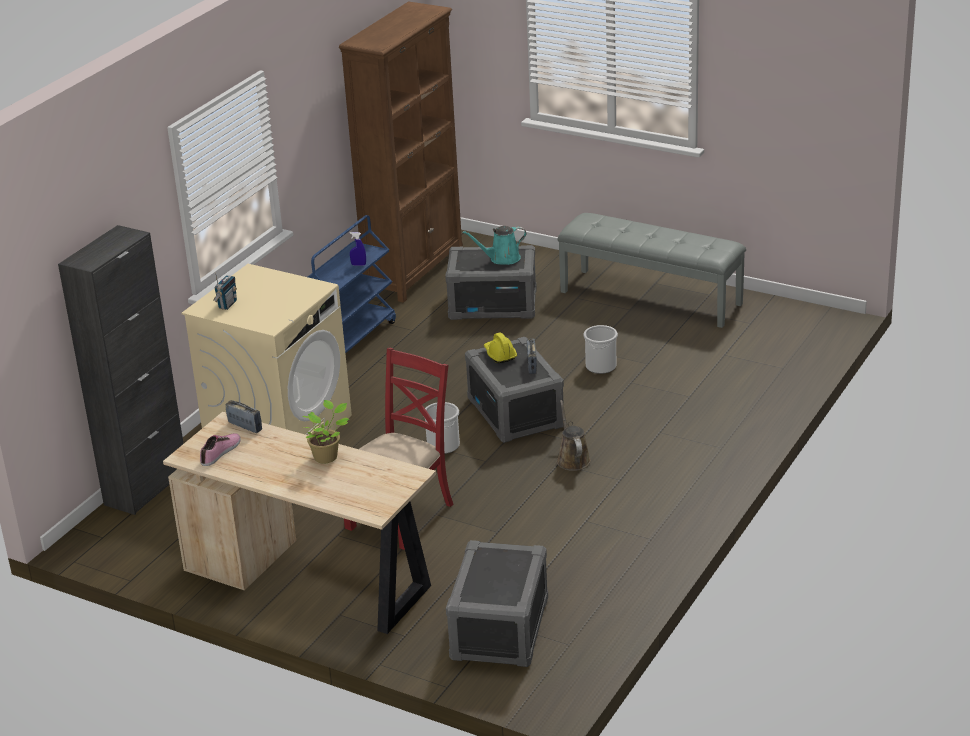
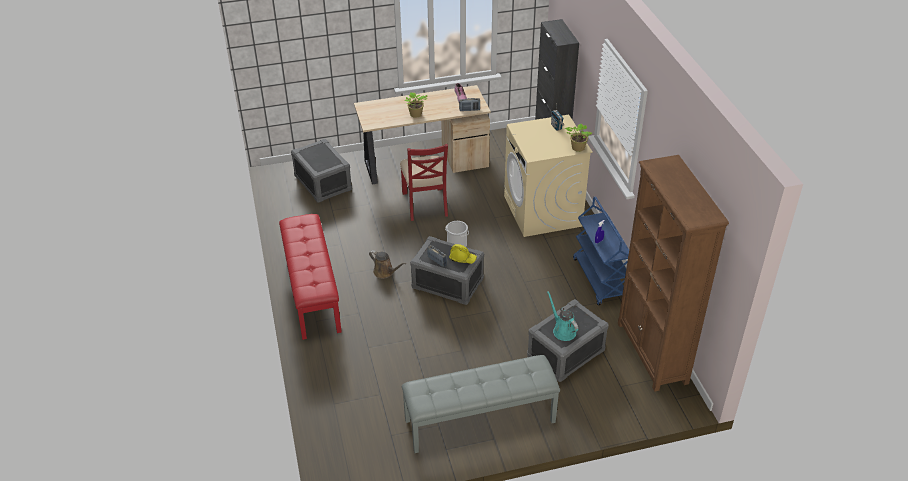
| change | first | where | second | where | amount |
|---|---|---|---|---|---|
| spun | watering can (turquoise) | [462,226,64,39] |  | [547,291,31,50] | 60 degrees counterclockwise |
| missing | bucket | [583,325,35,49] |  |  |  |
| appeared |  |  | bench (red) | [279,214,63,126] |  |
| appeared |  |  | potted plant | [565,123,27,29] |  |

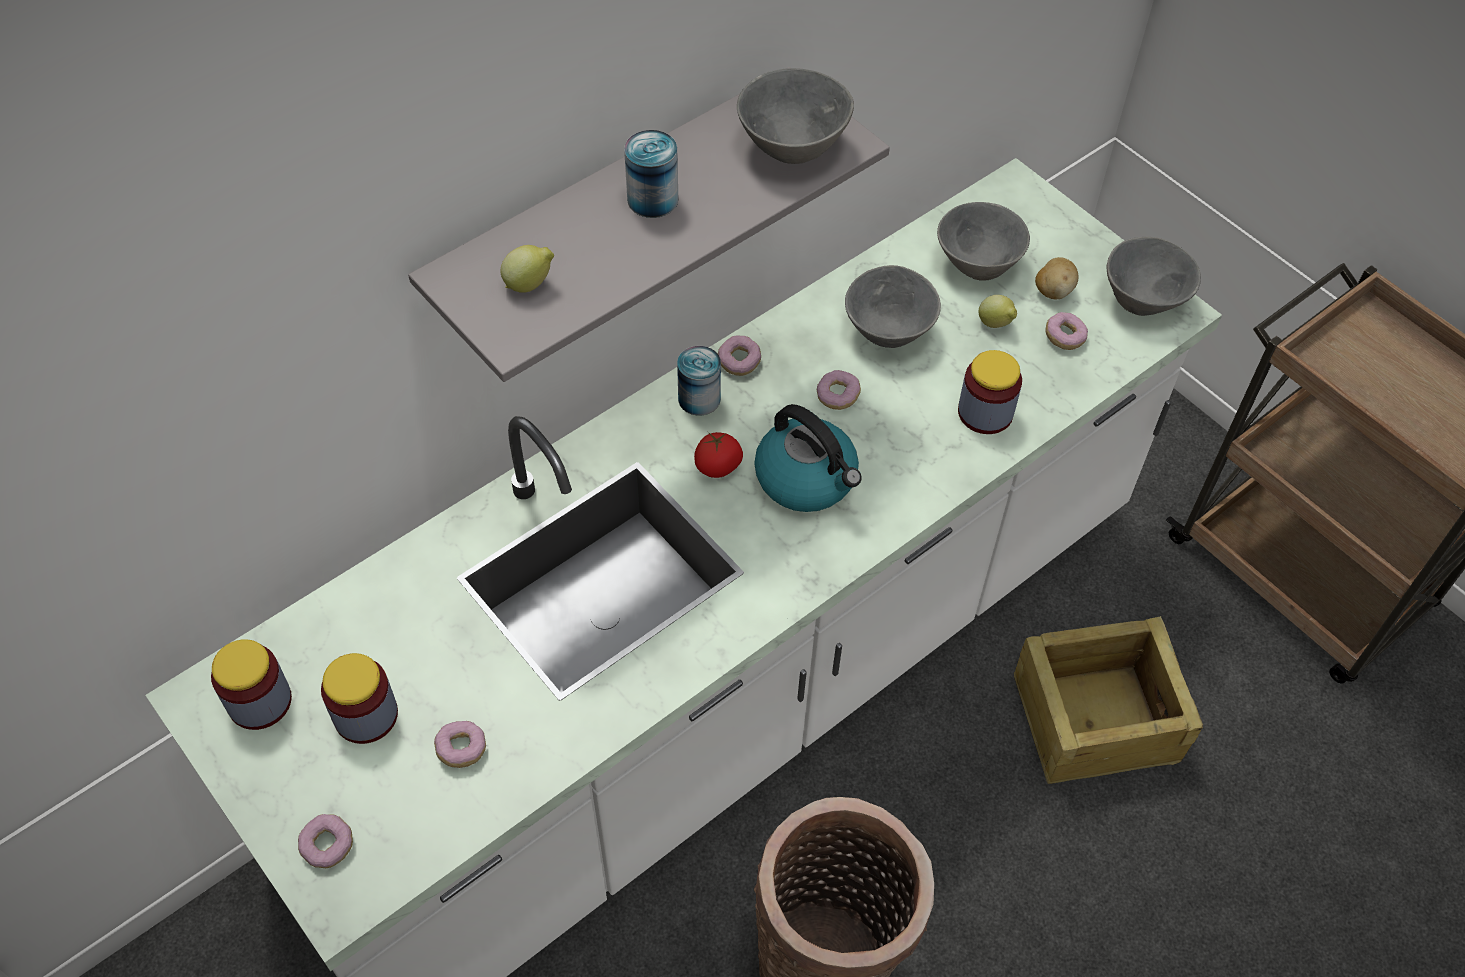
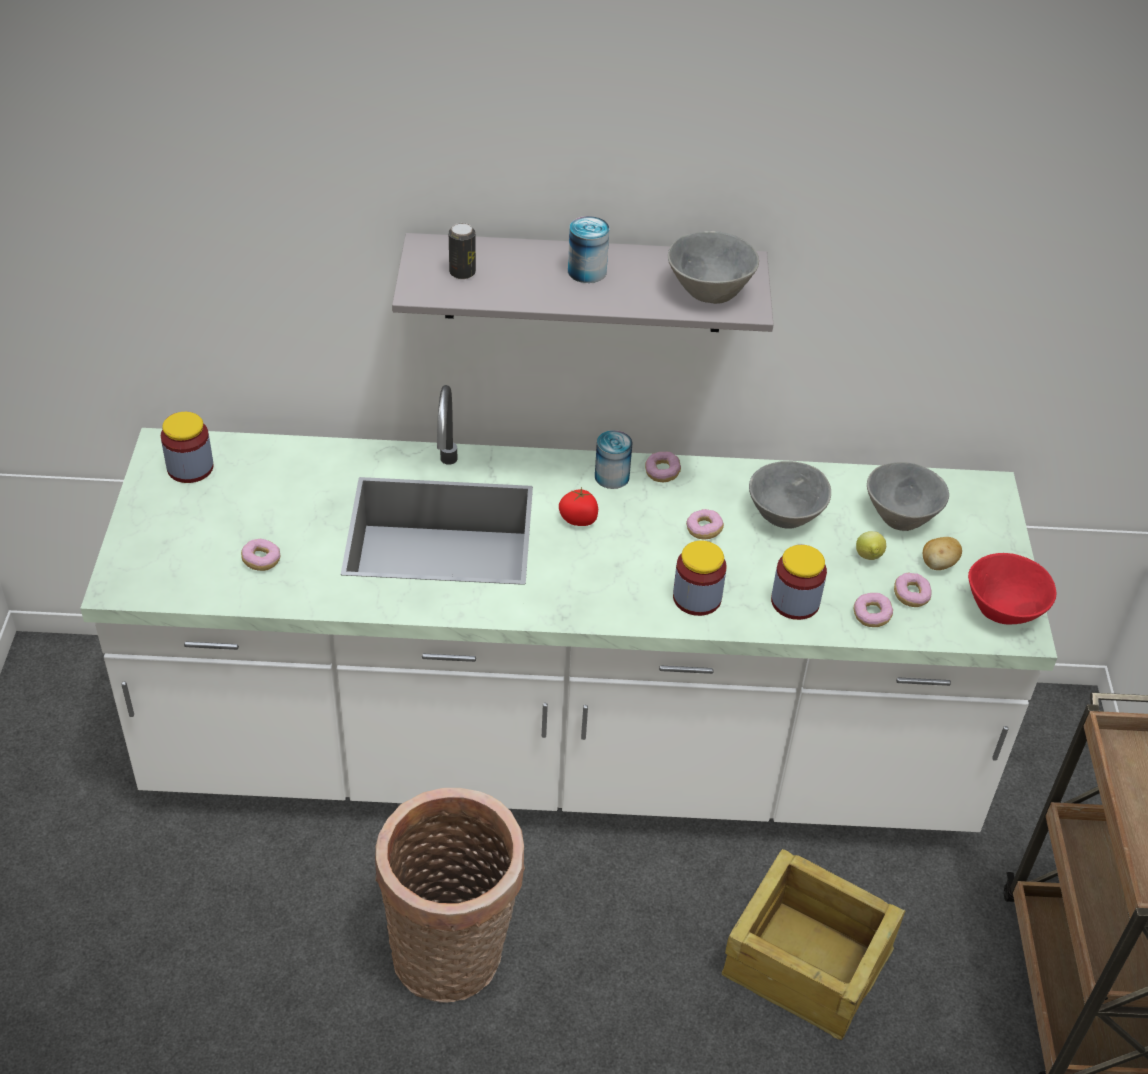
| change | first | where | second | where | amount |
|---|---|---|---|---|---|
| relocated | donut | [298,814,55,54] |  | [853,593,40,34] |  |
| relocated | jar | [321,653,77,91] |  | [673,540,54,76] |  |
| exchanged | lemon | [501,245,53,48] | can | [449,223,27,56] |  |
| missing | kettle | [754,404,108,108] |  |  |  |
| colour | bowl (grey) | [1106,237,95,79] | bowl (red) | [968,553,88,71] |  |

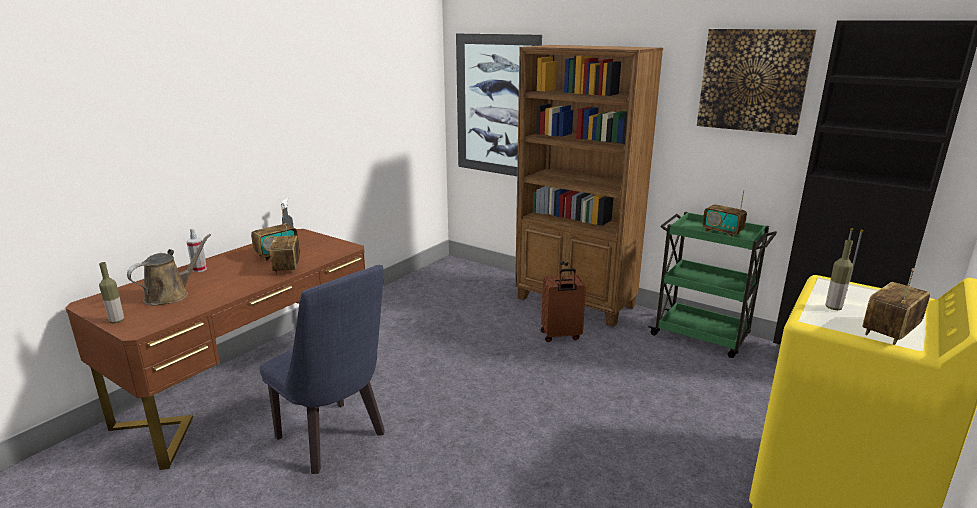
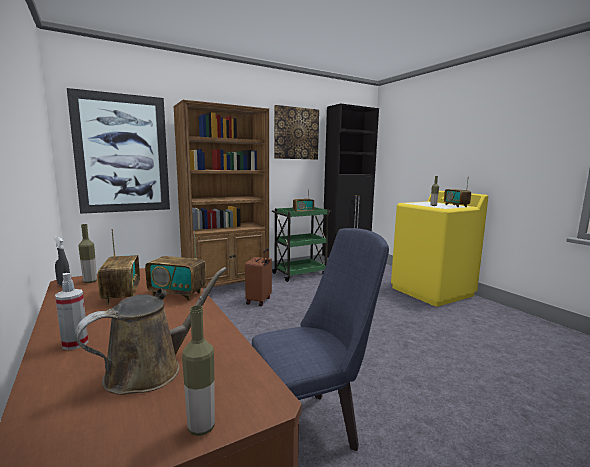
| change | first | where | second | where | amount |
|---|---|---|---|---|---|
| spun | watering can (brown) | [127,234,84,72] |  | [75,267,152,128] | 75 degrees clockwise |
| appeared |  |  | bottle | [78,224,19,59] |  |

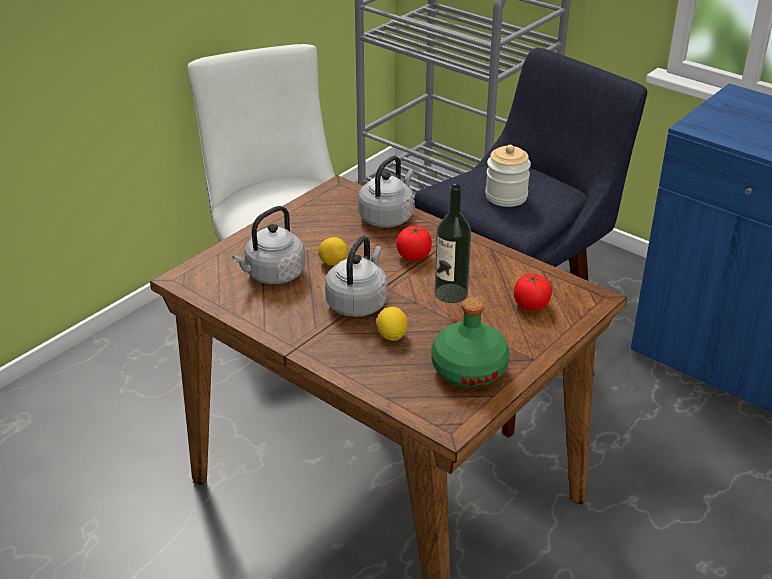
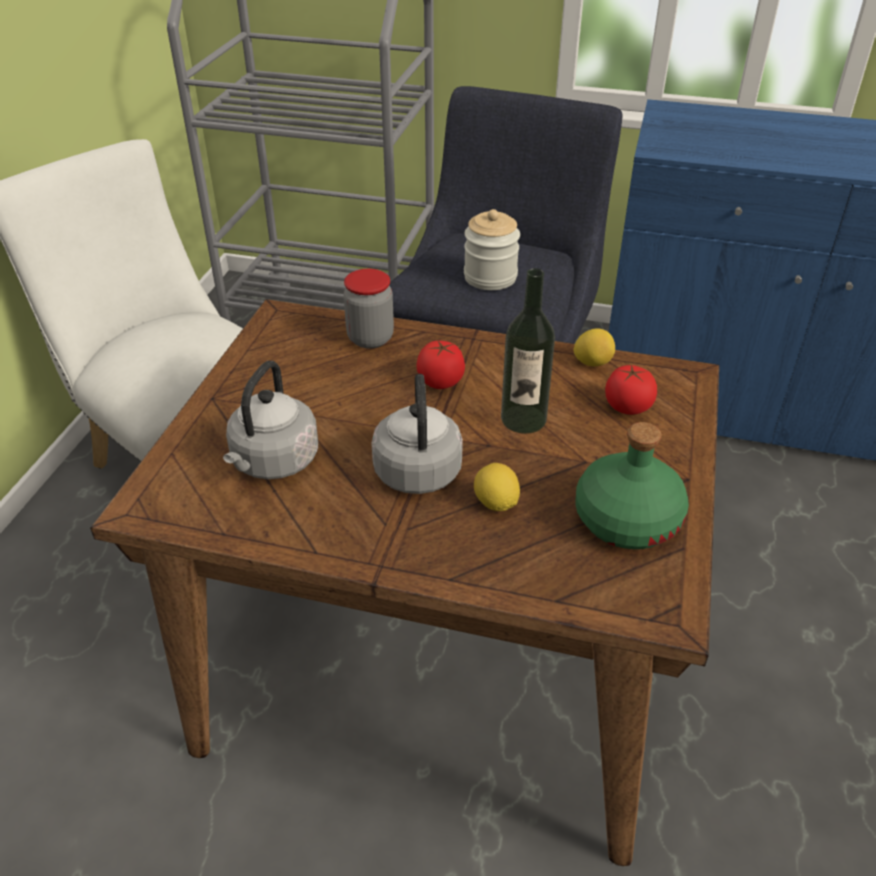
| change | first | where | second | where | amount |
|---|---|---|---|---|---|
| relocated | lemon | [318,237,30,29] |  | [573,328,42,38] |  |
| exchanged | kettle (grey) | [358,156,56,72] | jar | [343,269,51,80] |  |

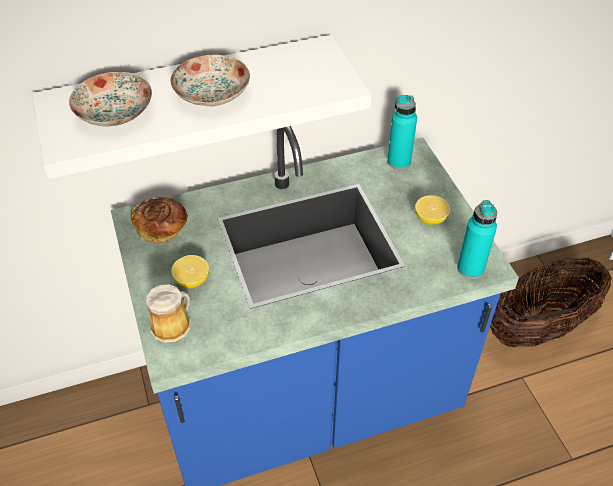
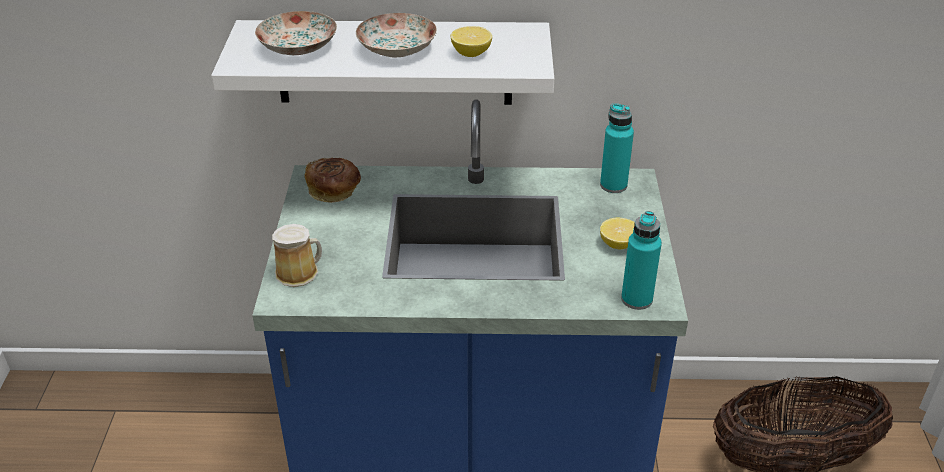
| change | first | where | second | where | amount |
|---|---|---|---|---|---|
| relocated | lemon | [171,255,38,33] |  | [451,26,41,31] |  |

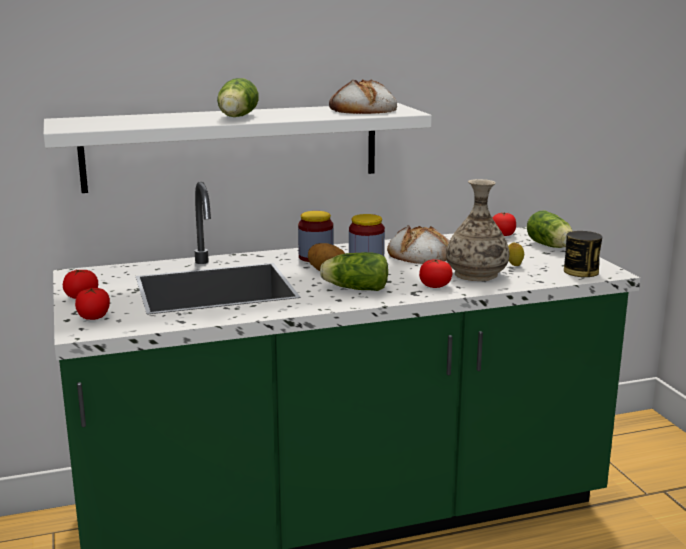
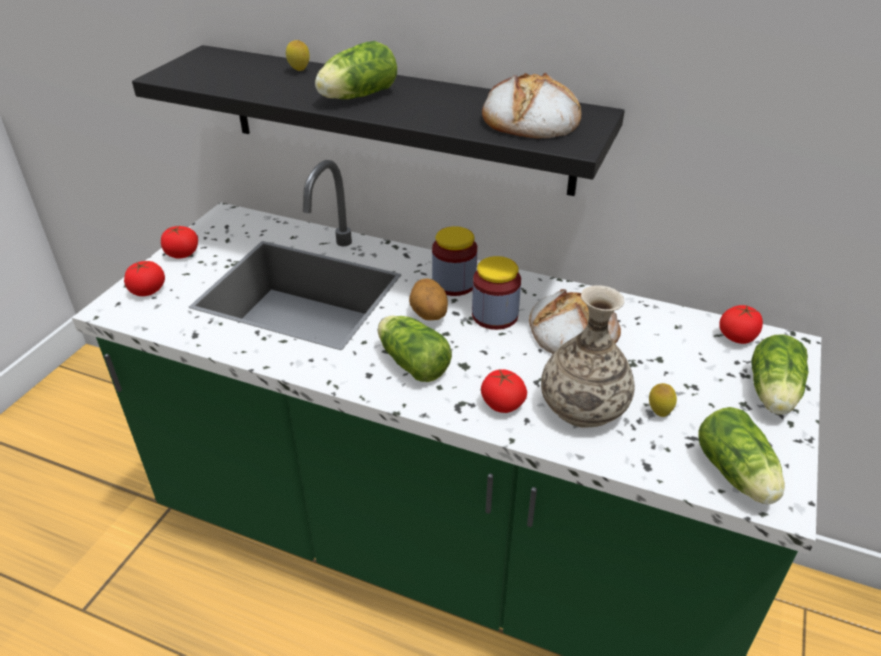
| change | first | where | second | where | amount |
|---|---|---|---|---|---|
| colour | shelf (white) | [43,103,389,90] | shelf (black) | [132,45,493,151] |  |
| exchanged | can | [564,231,38,46] | lettuce | [698,407,87,97] |  |
| appeared |  |  | lemon | [286,40,24,31] |  |

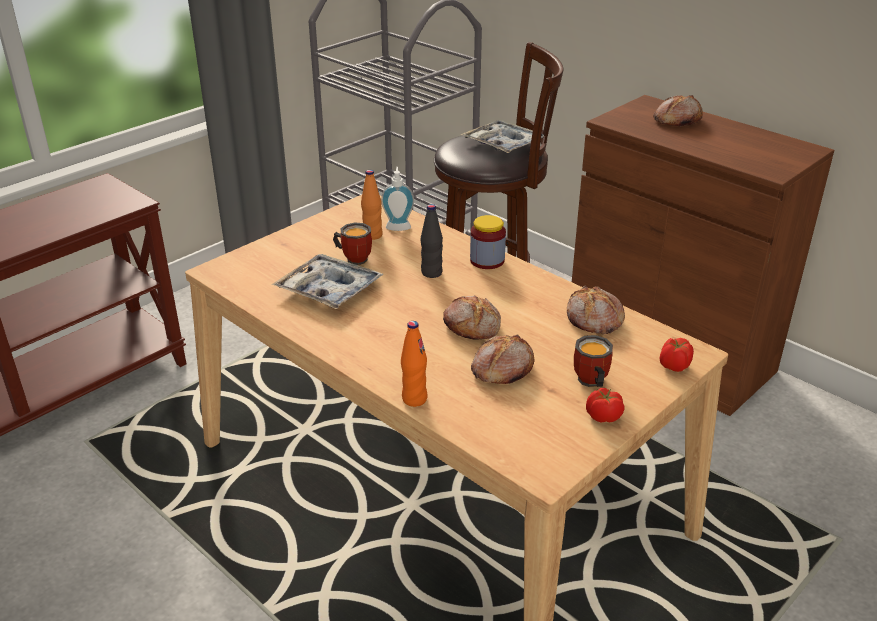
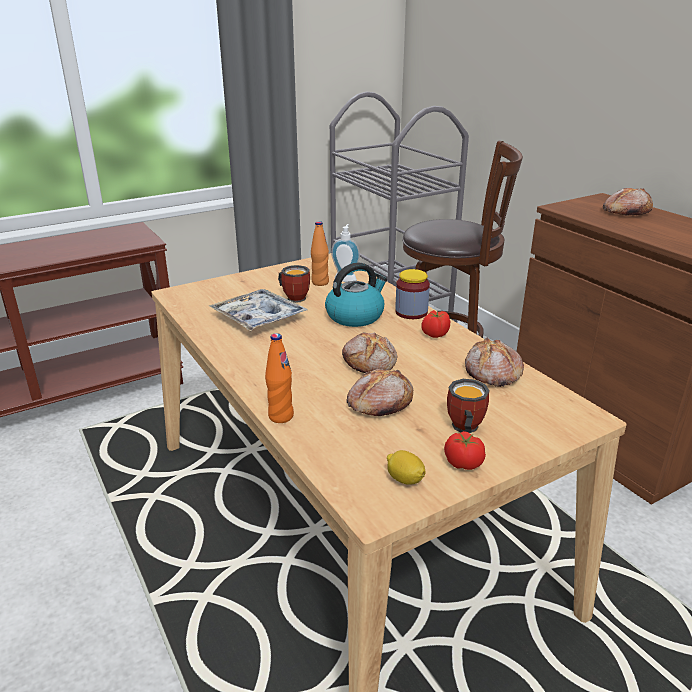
| change | first | where | second | where | amount |
|---|---|---|---|---|---|
| exchanged | bottle (black) | [421,204,22,74] | kettle | [325,263,63,64] |  |
| missing | tray | [460,120,84,33] |  |  |  |
| relocated | tomato | [660,338,34,34] |  | [421,310,29,28] |  |
| appeared |  |  | lemon | [387,450,39,35] |  |

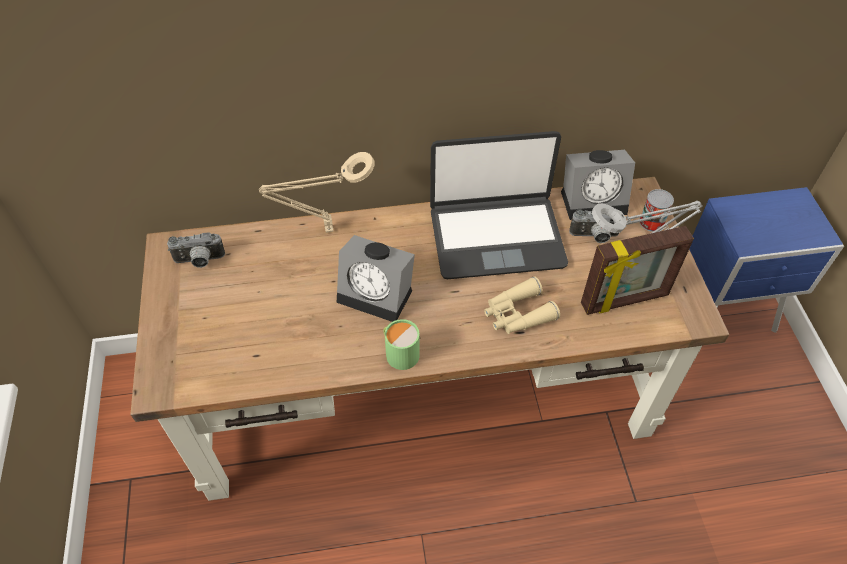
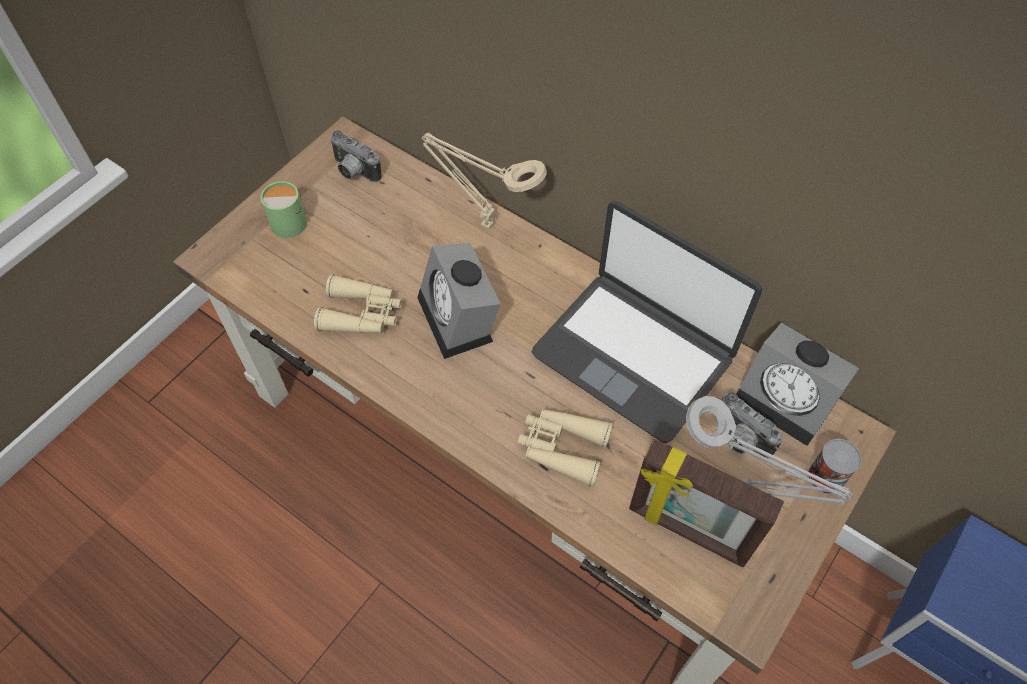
| change | first | where | second | where | amount |
|---|---|---|---|---|---|
| relocated | mug (green) | [384,319,37,51] |  | [261,181,46,57] |  |
| appeared |  |  | binoculars (beige) | [314,274,88,60] |  |

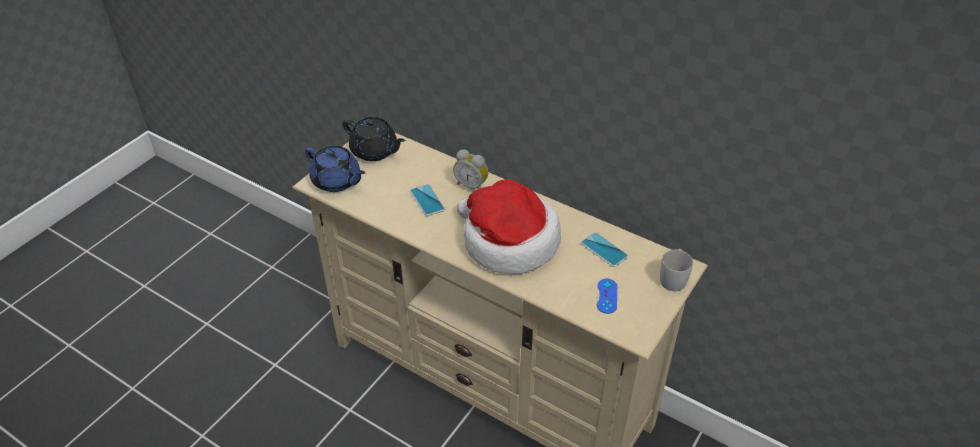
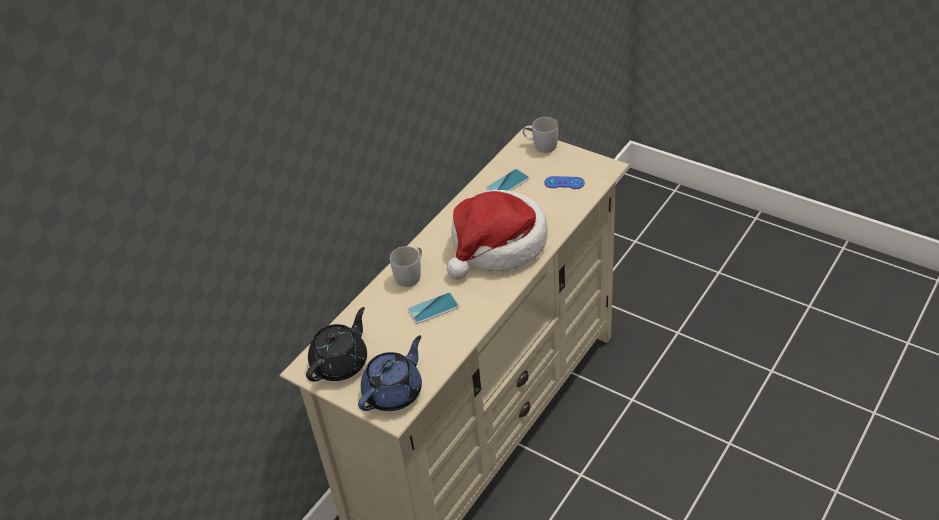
| change | first | where | second | where | amount |
|---|---|---|---|---|---|
| exchanged | alarm clock | [453,149,35,40] | mug (white) | [390,246,32,41] |  |

